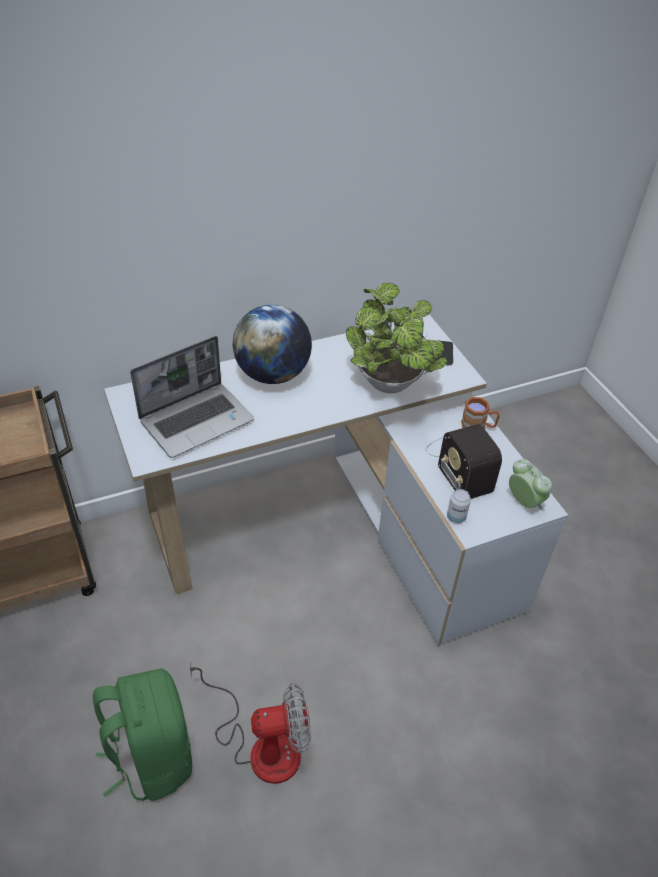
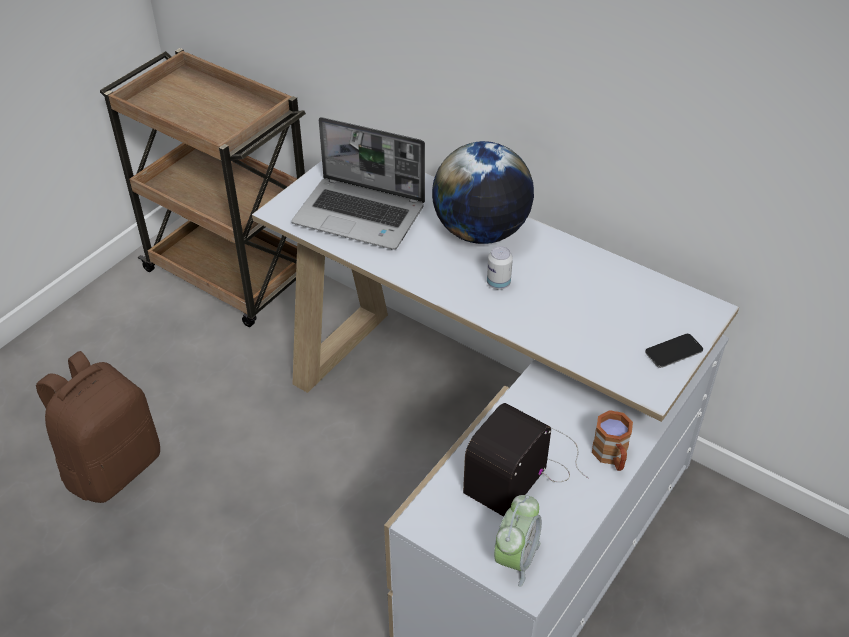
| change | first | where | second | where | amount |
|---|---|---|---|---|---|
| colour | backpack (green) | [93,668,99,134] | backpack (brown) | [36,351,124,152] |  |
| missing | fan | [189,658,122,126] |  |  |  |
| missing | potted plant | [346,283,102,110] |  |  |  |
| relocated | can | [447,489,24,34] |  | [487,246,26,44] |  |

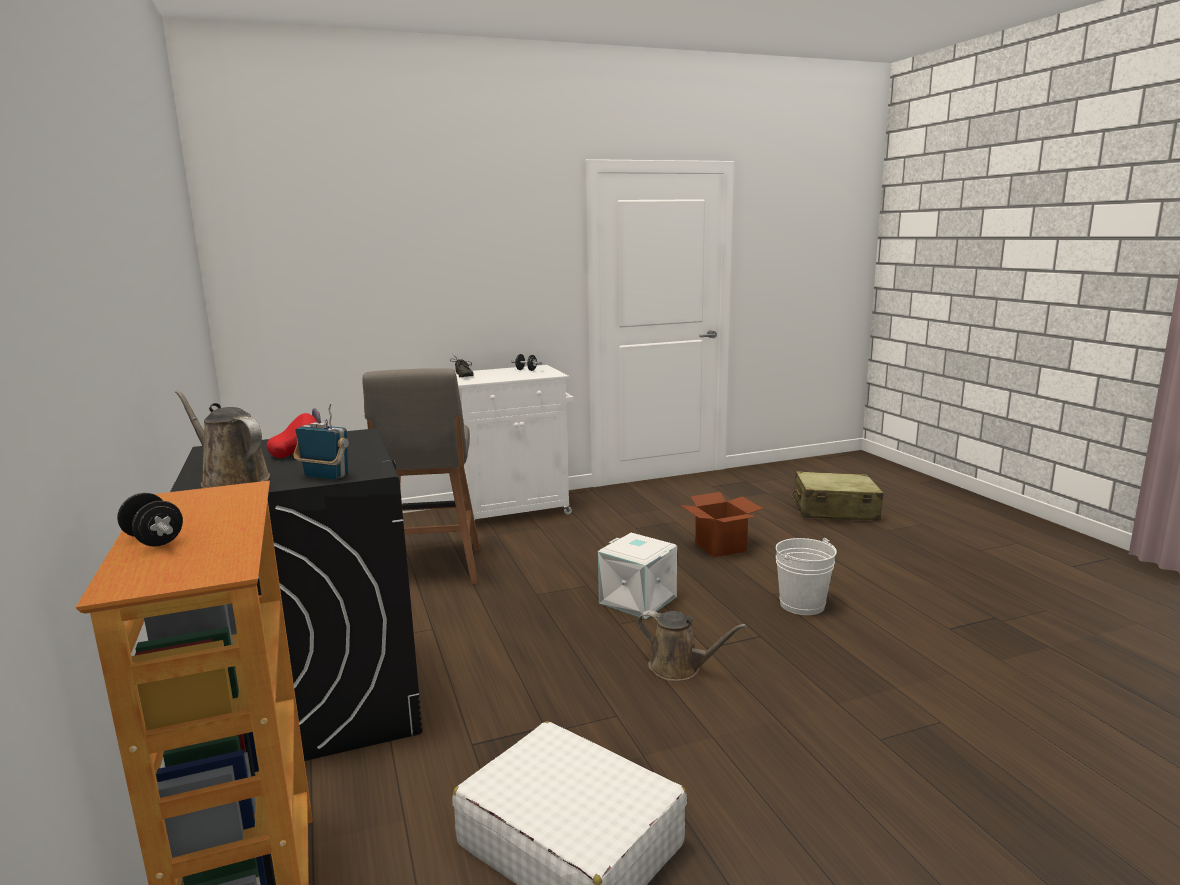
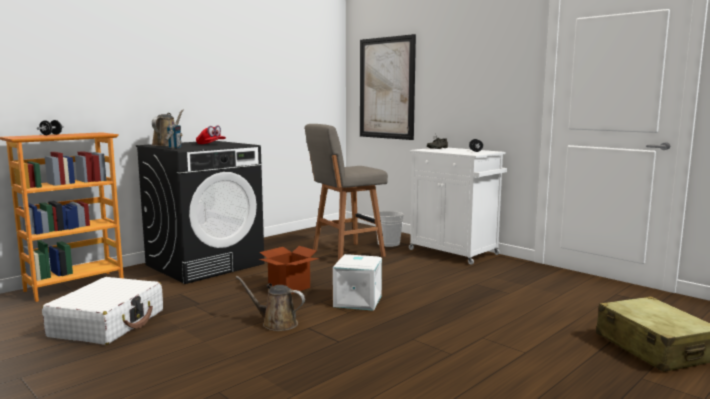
| change | first | where | second | where | amount |
|---|---|---|---|---|---|
| spun | watering can (brown) | [637,610,110,71] |  | [235,276,70,55] | 105 degrees clockwise |
| relocated | cardboard box | [680,492,84,66] |  | [259,246,60,48] |  |
| relocated | bucket (white) | [776,538,61,77] |  | [376,211,28,36] |  |
| appeared |  |  | picture | [360,34,56,106] |  |

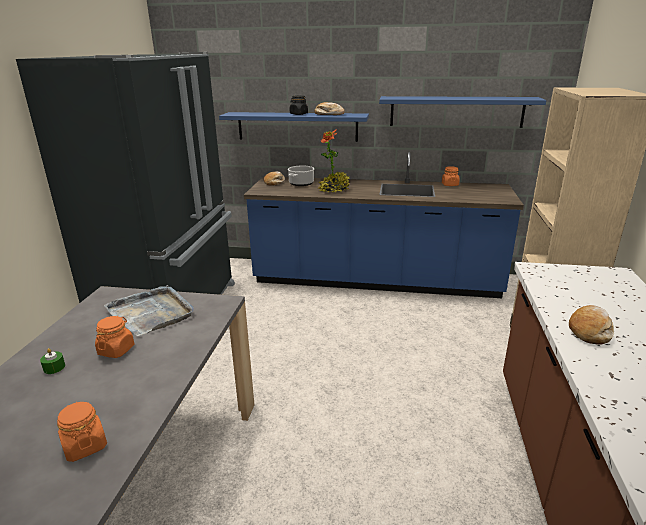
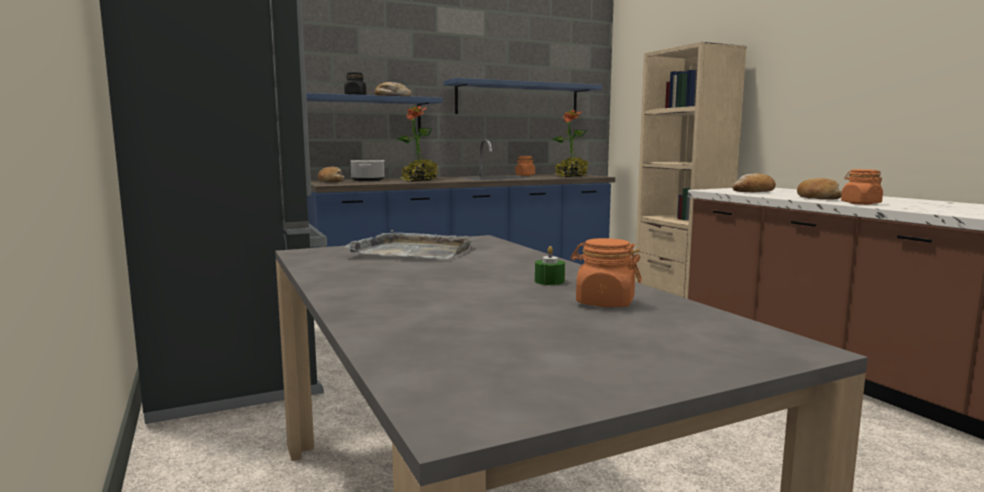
| change | first | where | second | where | amount |
|---|---|---|---|---|---|
| relocated | candle (green) | [40,348,25,26] |  | [535,246,30,39] |  |
| relocated | jar (orange) | [95,316,39,42] |  | [841,169,42,36] |  |
| appeared |  |  | potted plant | [552,110,36,67] |  |
| appeared |  |  | bread | [732,173,44,19] |  |

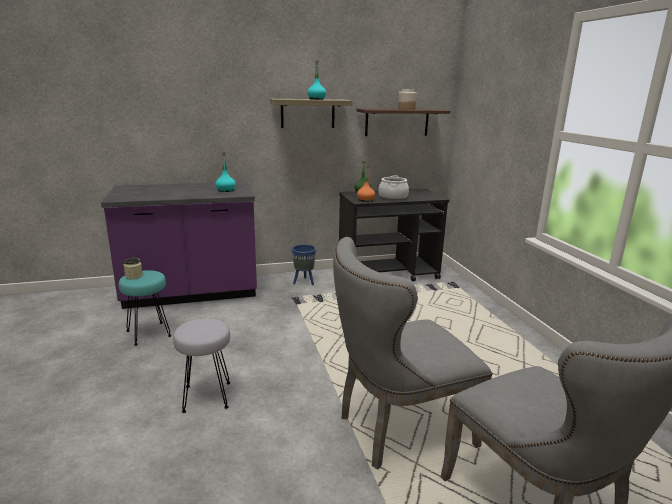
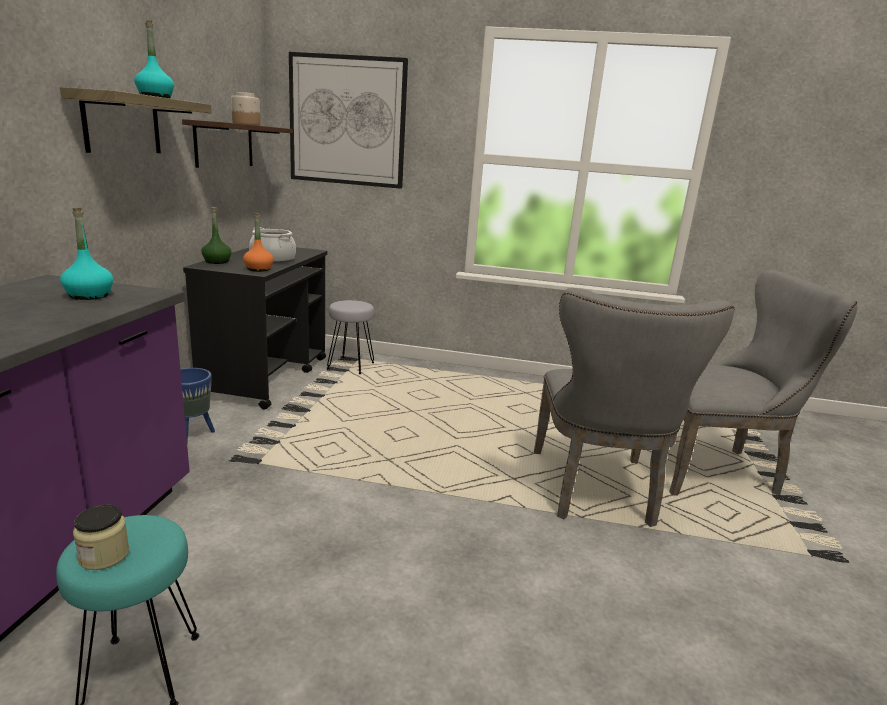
| change | first | where | second | where | amount |
|---|---|---|---|---|---|
| relocated | stool (grey) | [173,318,57,95] |  | [326,300,48,74] |  |
| appeared |  |  | picture | [289,52,119,137] |  |

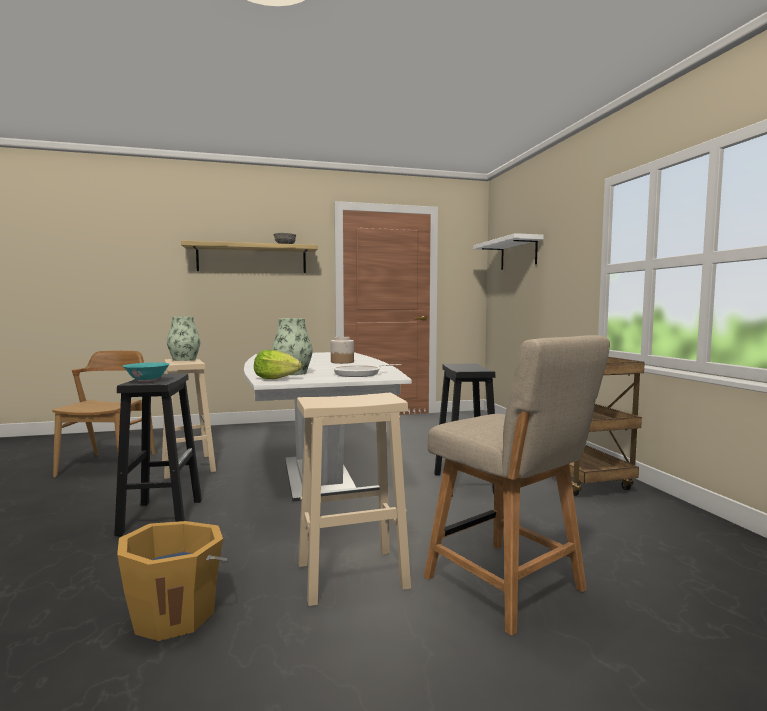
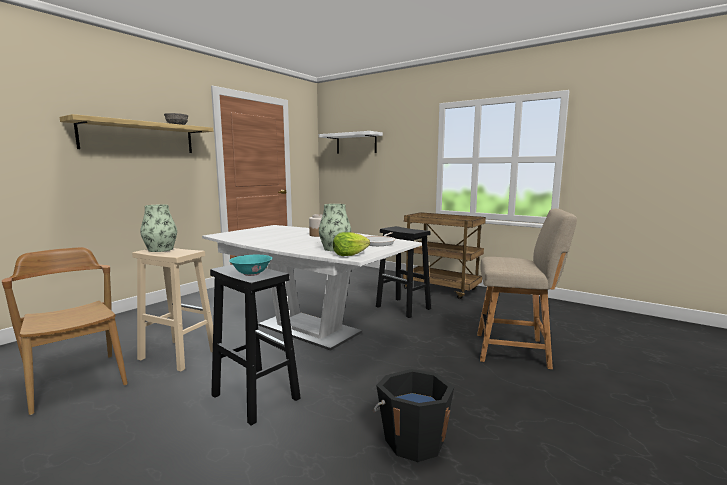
| change | first | where | second | where | amount |
|---|---|---|---|---|---|
| colour | bucket (orange) | [117,521,112,120] | bucket (black) | [373,369,81,93] |  |
| missing | stool (beige) | [297,393,114,213] |  |  |  |

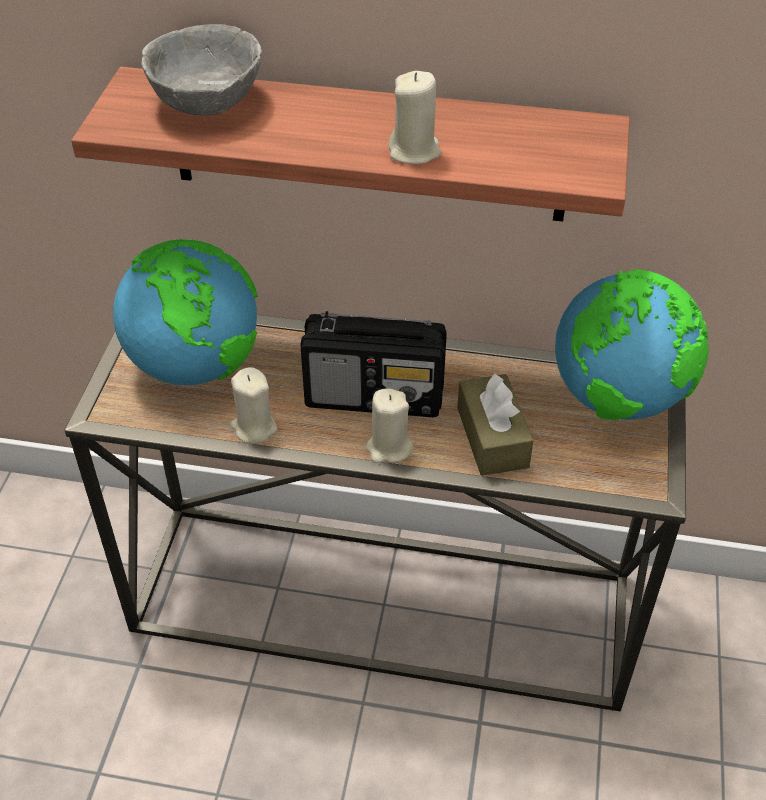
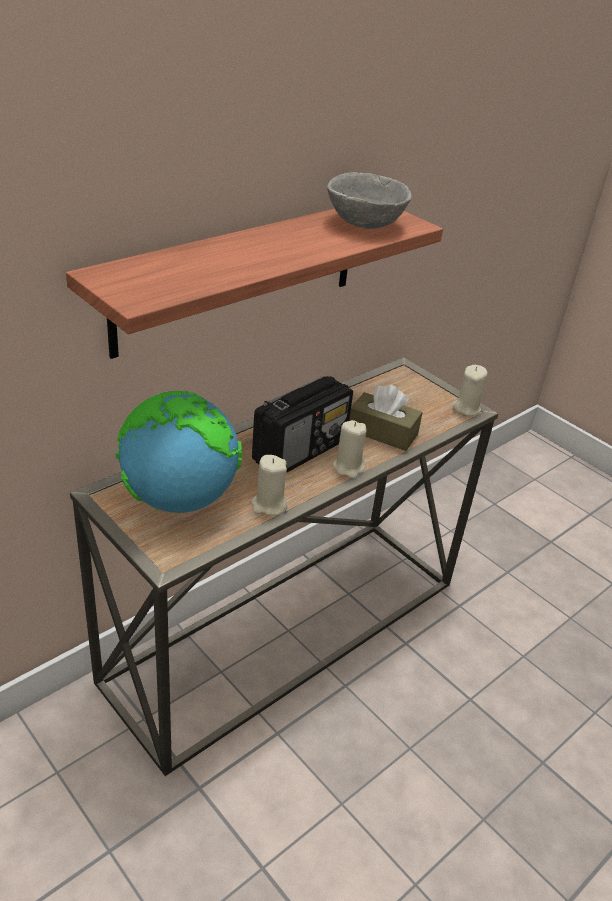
| change | first | where | second | where | amount |
|---|---|---|---|---|---|
| relocated | bowl (grey) | [141,24,121,91] |  | [327,172,84,57] |  |
| relocated | candle (beige) | [388,71,53,94] |  | [452,365,36,51] |  |
| missing | globe | [555,269,154,151] |  |  |  |

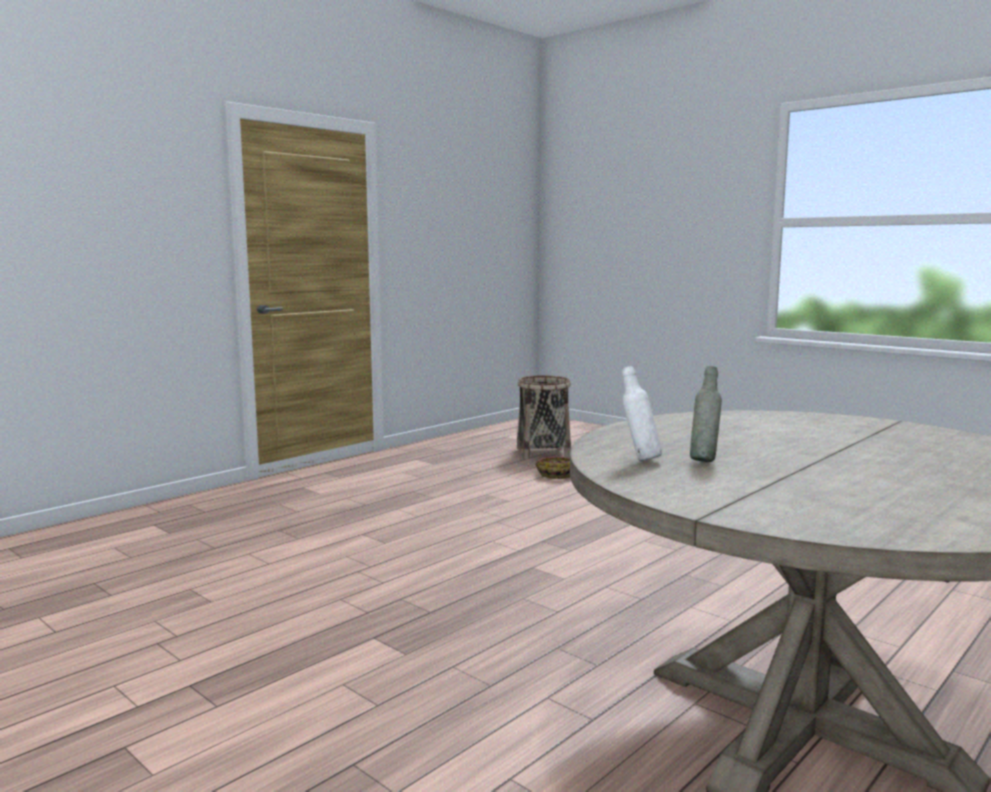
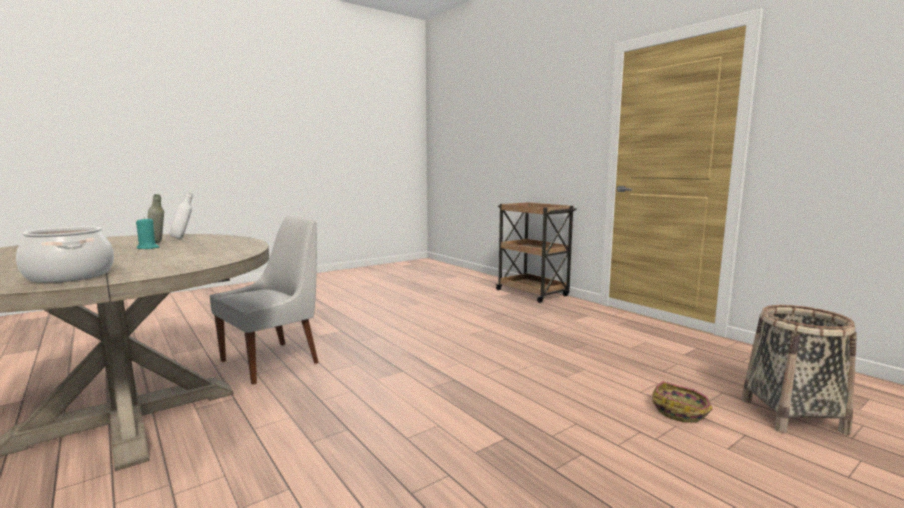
| change | first | where | second | where | amount |
|---|---|---|---|---|---|
| appeared |  |  | cooking pot | [16,226,98,57] |  |
| appeared |  |  | candle (turquoise) | [136,217,24,32] |  |
| appeared |  |  | chair (white) | [210,216,108,169] |  |
| appeared |  |  | cart (brown) | [495,202,82,101] |  |

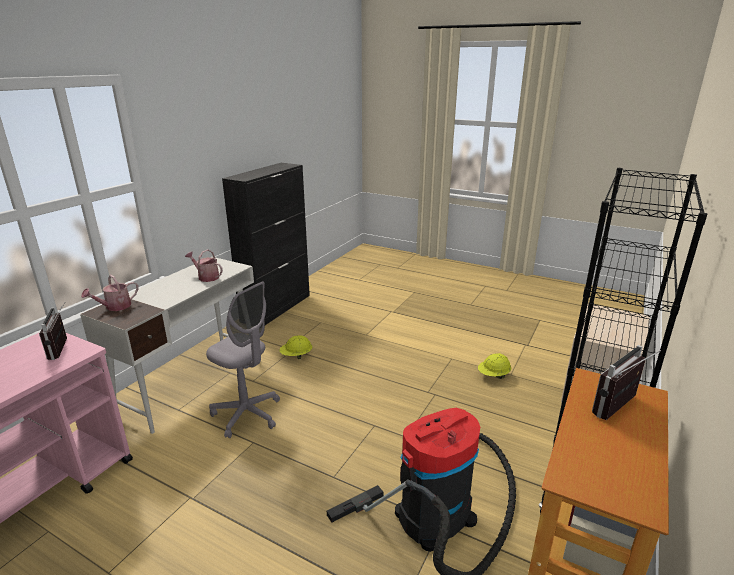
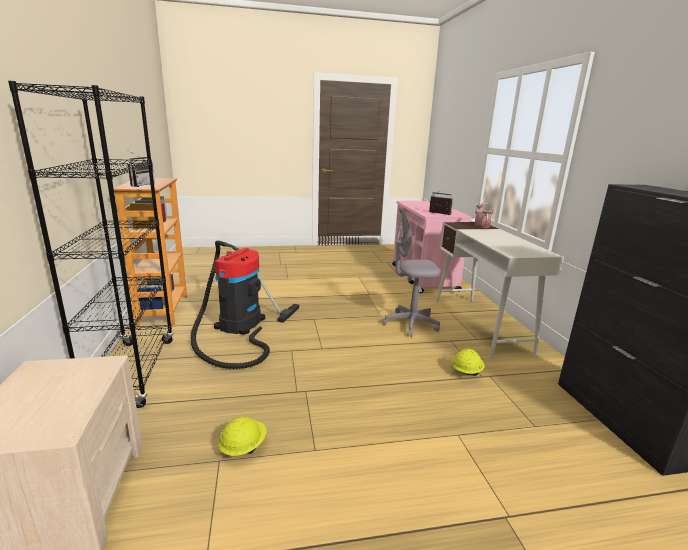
| change | first | where | second | where | amount |
|---|---|---|---|---|---|
| missing | watering can | [185,249,38,33] |  |  |  |

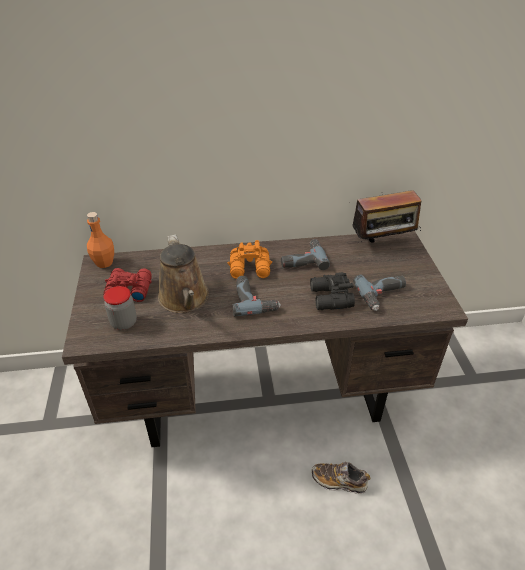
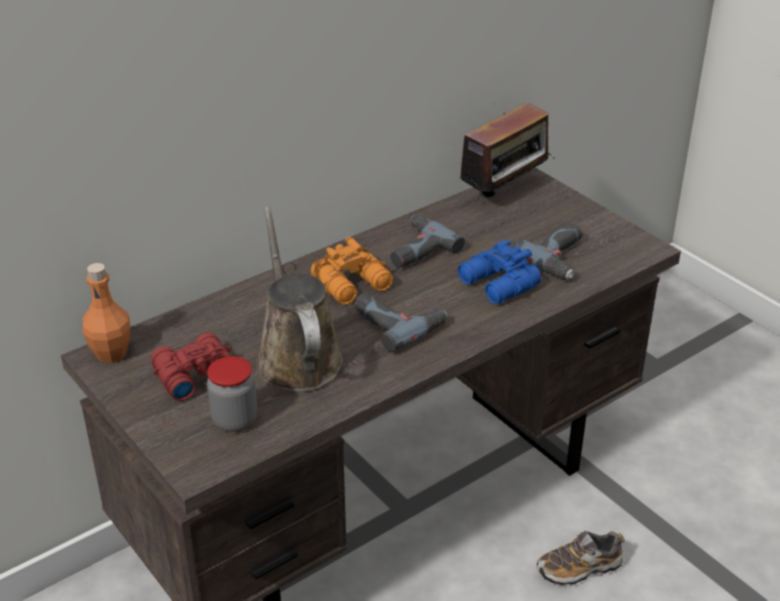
| change | first | where | second | where | amount |
|---|---|---|---|---|---|
| spun | watering can (brown) | [158,234,51,79] |  | [256,206,87,186] | 150 degrees counterclockwise |
| colour | binoculars (black) | [310,272,45,38] | binoculars (blue) | [458,240,83,64] |  |

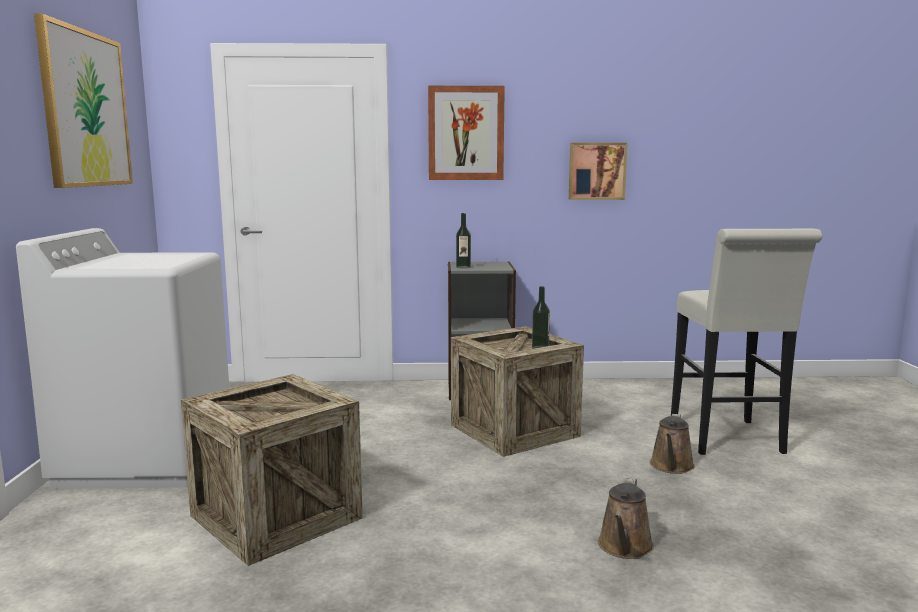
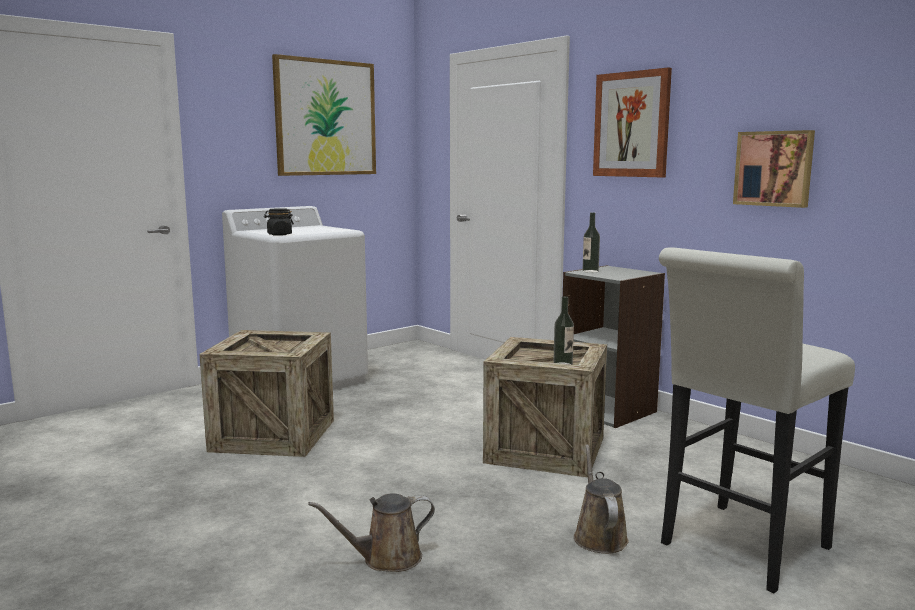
| change | first | where | second | where | amount |
|---|---|---|---|---|---|
| spun | watering can (brown) | [650,414,45,60] |  | [574,444,55,110] | 105 degrees clockwise |
| appeared |  |  | jar (black) | [264,208,30,28] |  |

